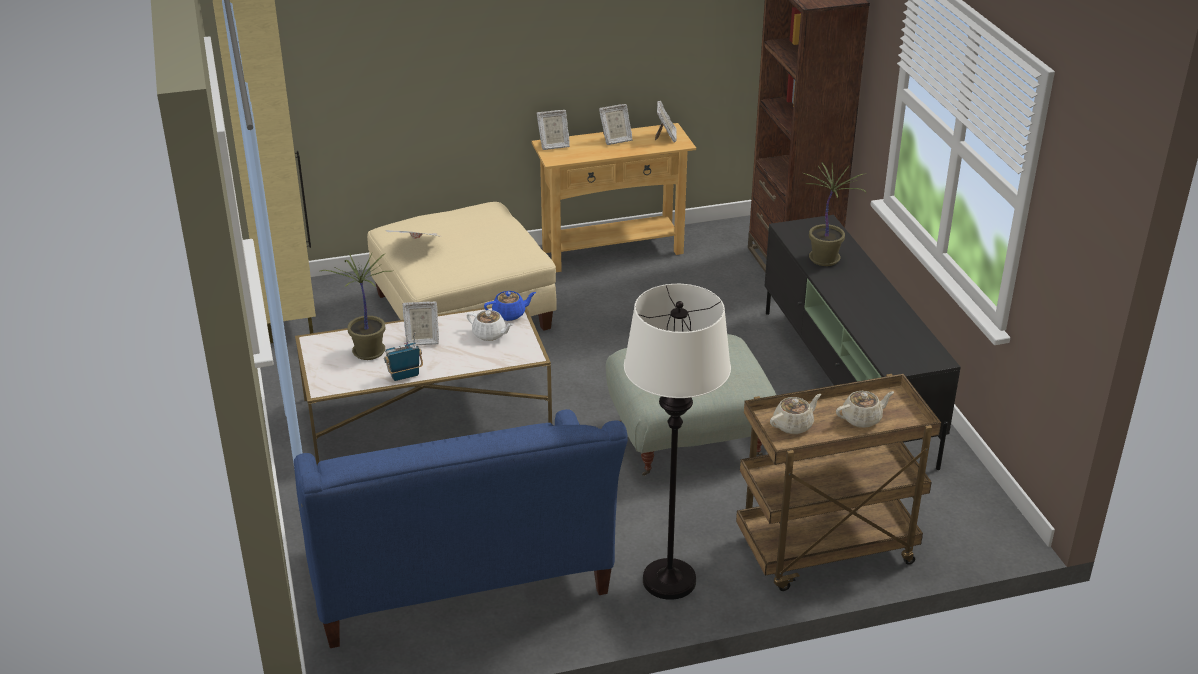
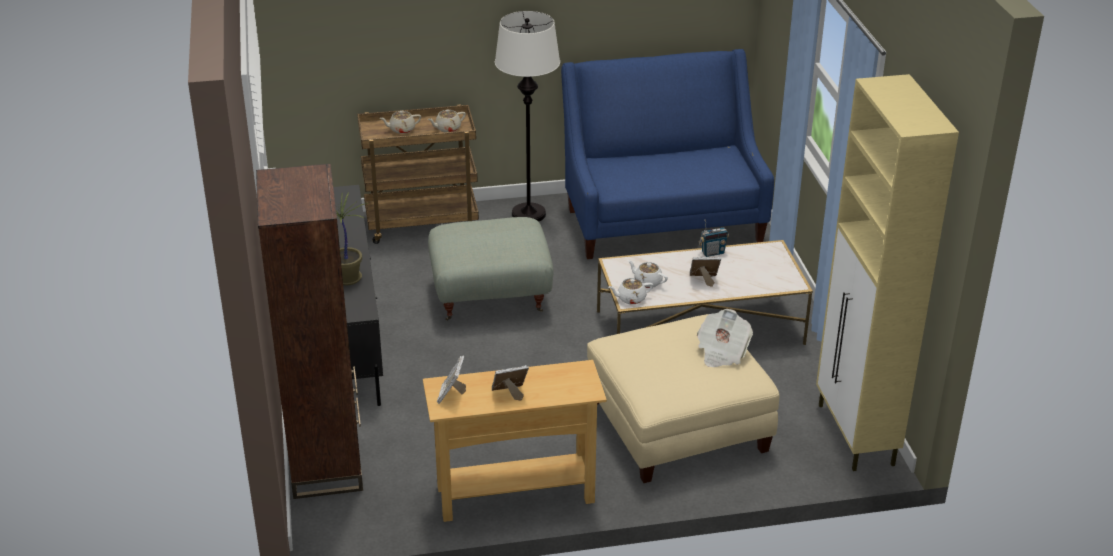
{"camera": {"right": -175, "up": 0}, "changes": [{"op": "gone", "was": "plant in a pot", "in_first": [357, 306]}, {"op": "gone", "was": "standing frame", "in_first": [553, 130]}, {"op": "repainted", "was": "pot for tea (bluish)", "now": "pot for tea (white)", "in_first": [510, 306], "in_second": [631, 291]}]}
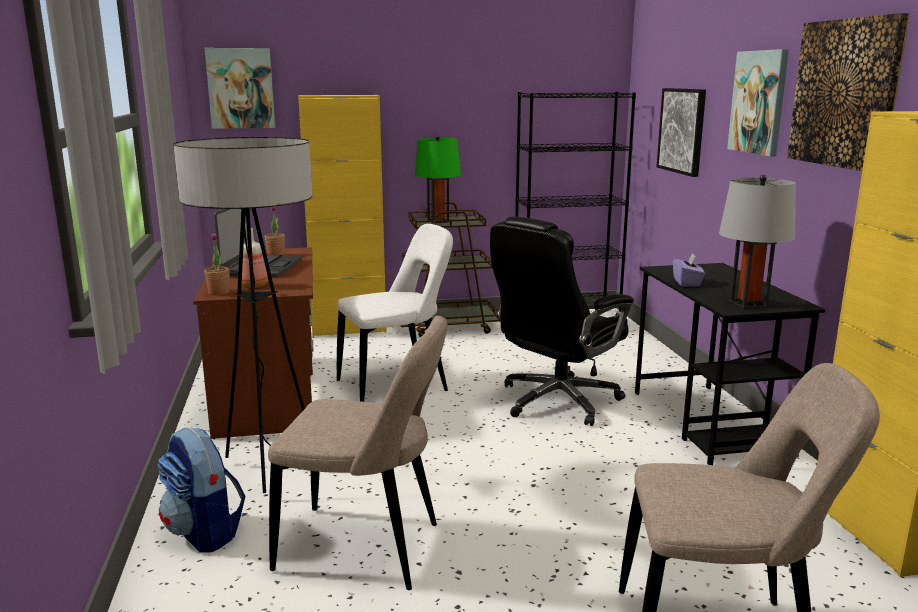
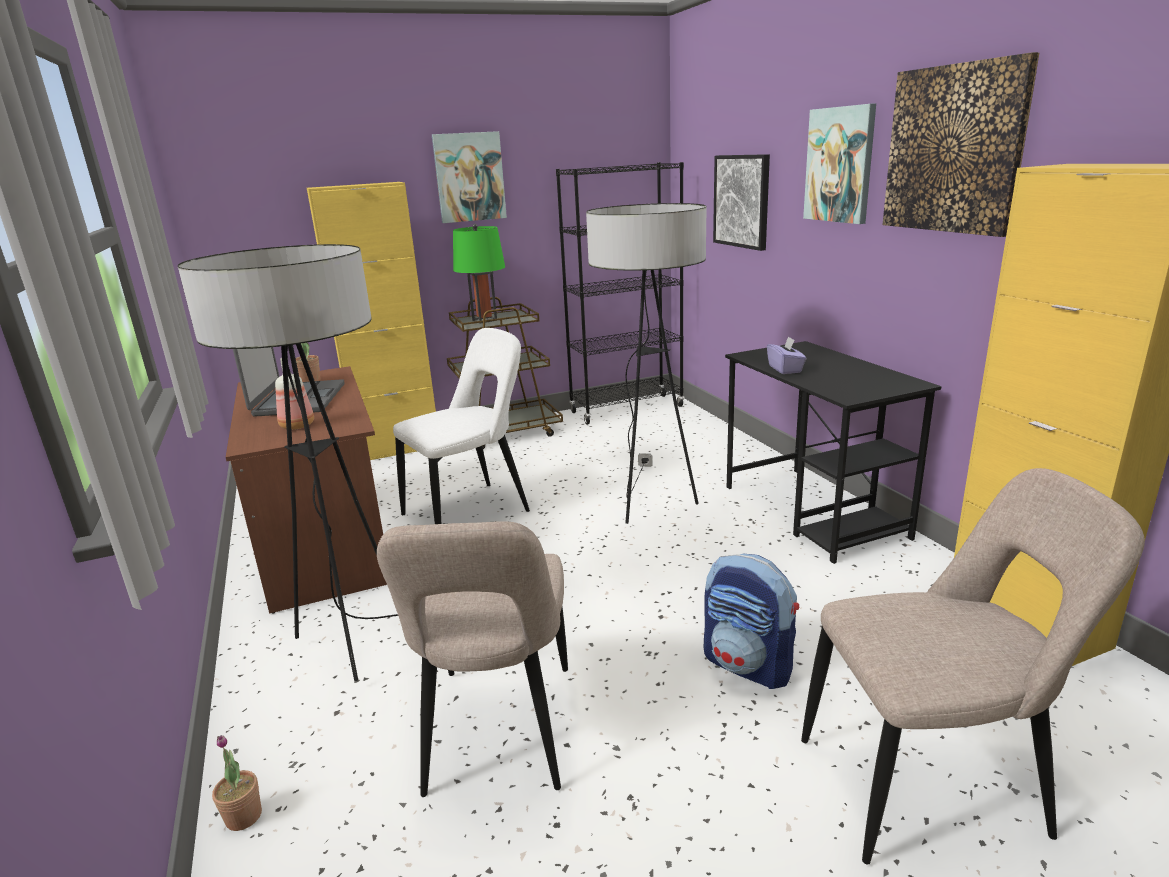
{"camera": {"right": -10, "up": 5}, "changes": [{"op": "gone", "was": "tabletop lamp (greyish)", "in_first": [757, 242]}, {"op": "shifted", "was": "backpack", "in_first": [201, 490], "in_second": [751, 621]}, {"op": "shifted", "was": "plant in a pot", "in_first": [217, 264], "in_second": [237, 783]}, {"op": "shifted", "was": "wall art", "in_first": [240, 88], "in_second": [469, 177]}, {"op": "swapped", "was": "office chair (black)", "now": "standing lamp", "in_first": [562, 321], "in_second": [646, 363]}, {"op": "rotated", "was": "plain chair (sand-coloured)", "in_first": [357, 453], "in_second": [472, 659], "clockwise": 90}]}
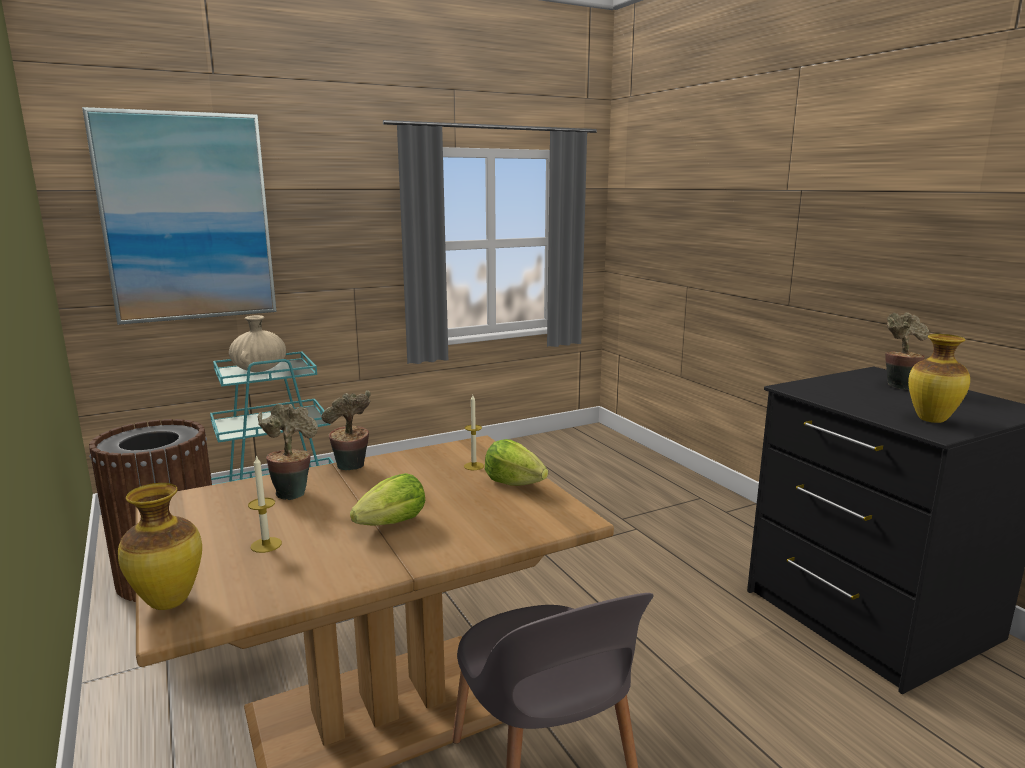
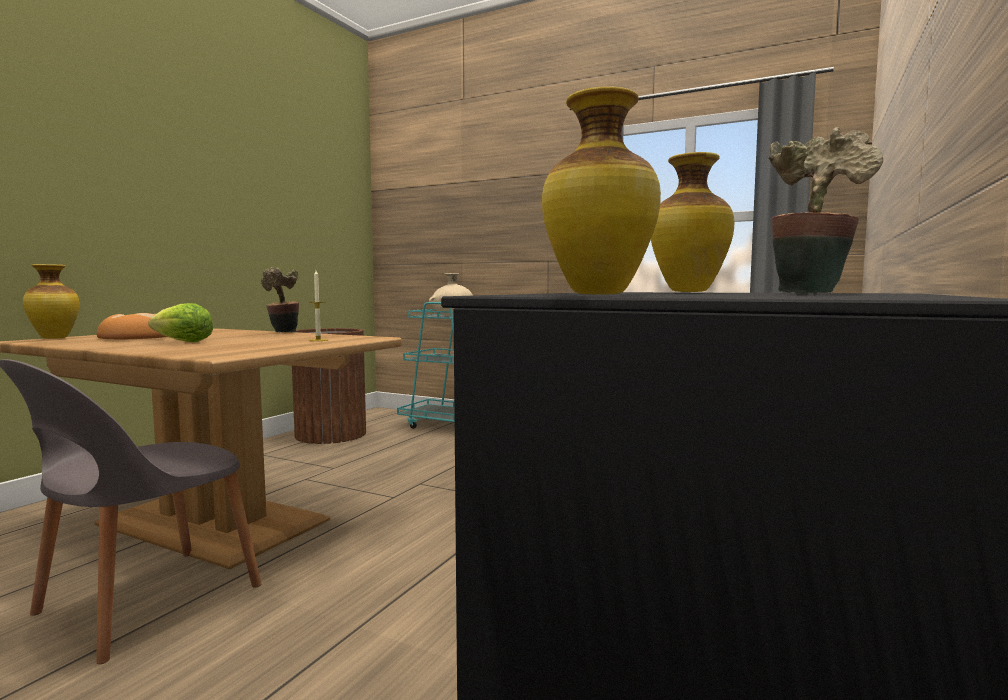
{"camera": {"right": 55, "up": -10}, "changes": [{"op": "gone", "was": "wall art", "in_first": [179, 216]}, {"op": "gone", "was": "plant in a pot", "in_first": [288, 452]}, {"op": "gone", "was": "lettuce", "in_first": [516, 462]}, {"op": "new", "now": "decorative vase", "in_second": [692, 222]}, {"op": "swapped", "was": "wax light", "now": "bread", "in_first": [265, 504], "in_second": [132, 326]}]}
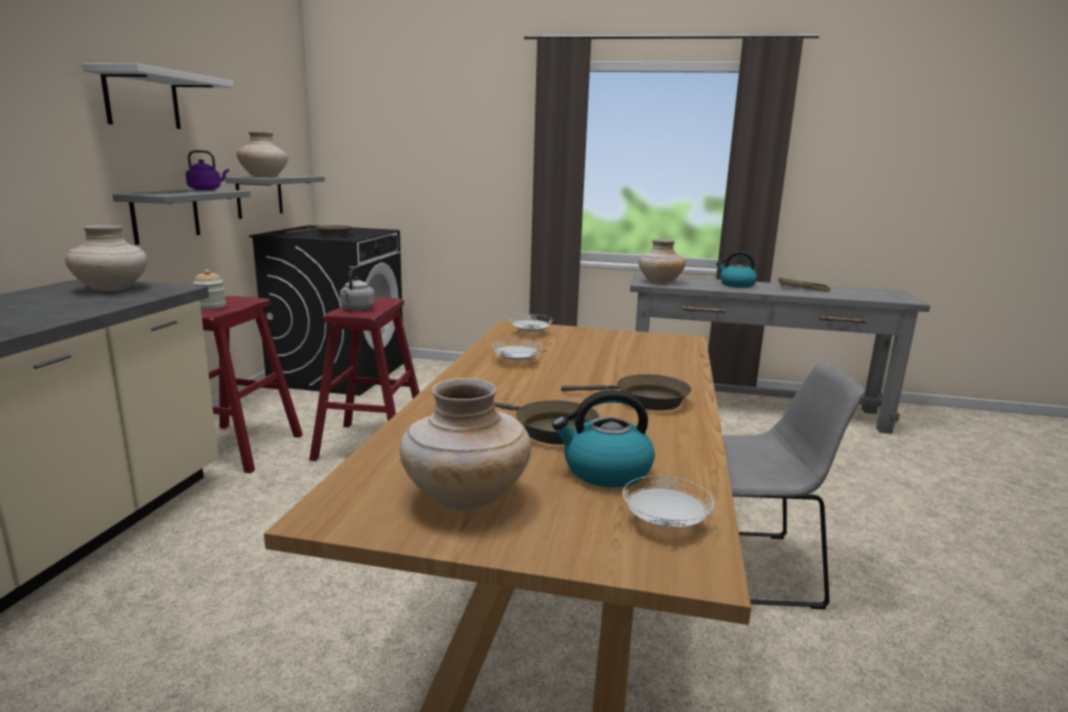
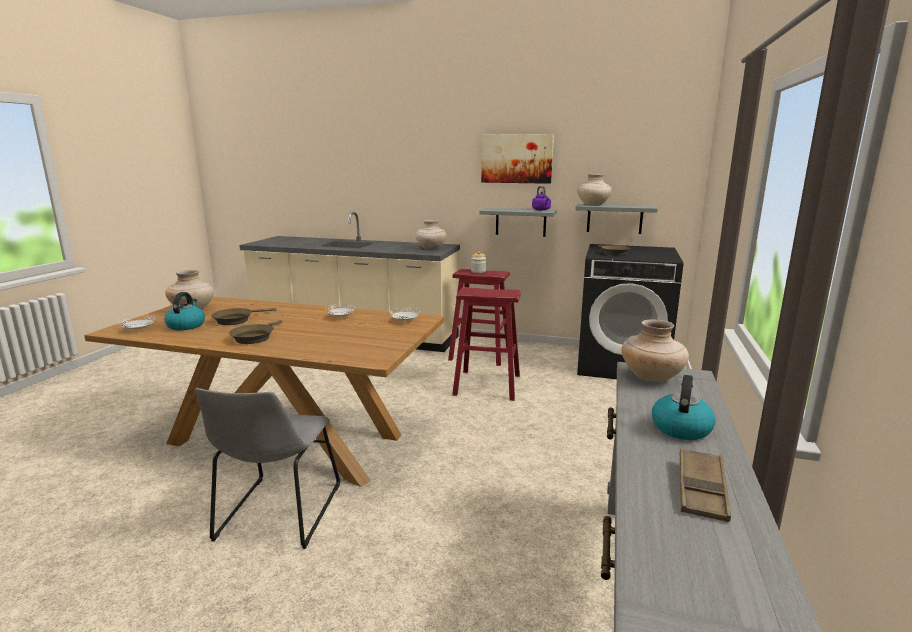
{"camera": {"right": 95, "up": 0}, "changes": [{"op": "gone", "was": "tea kettle (greyish)", "in_first": [357, 288]}, {"op": "swapped", "was": "wall shelf (white)", "now": "wall art", "in_first": [158, 96], "in_second": [517, 159]}]}
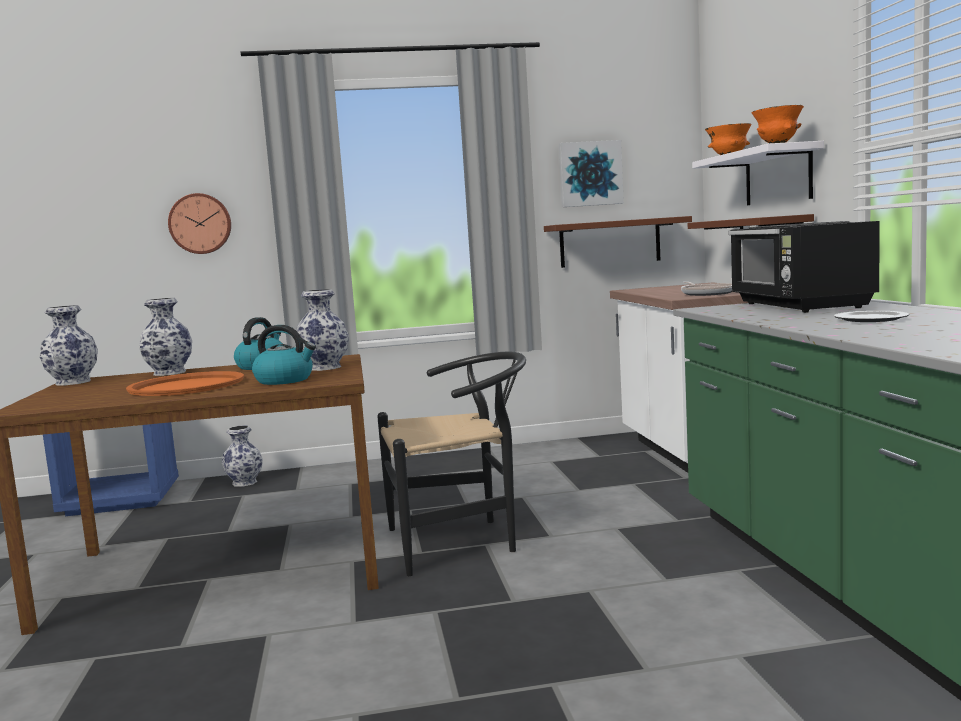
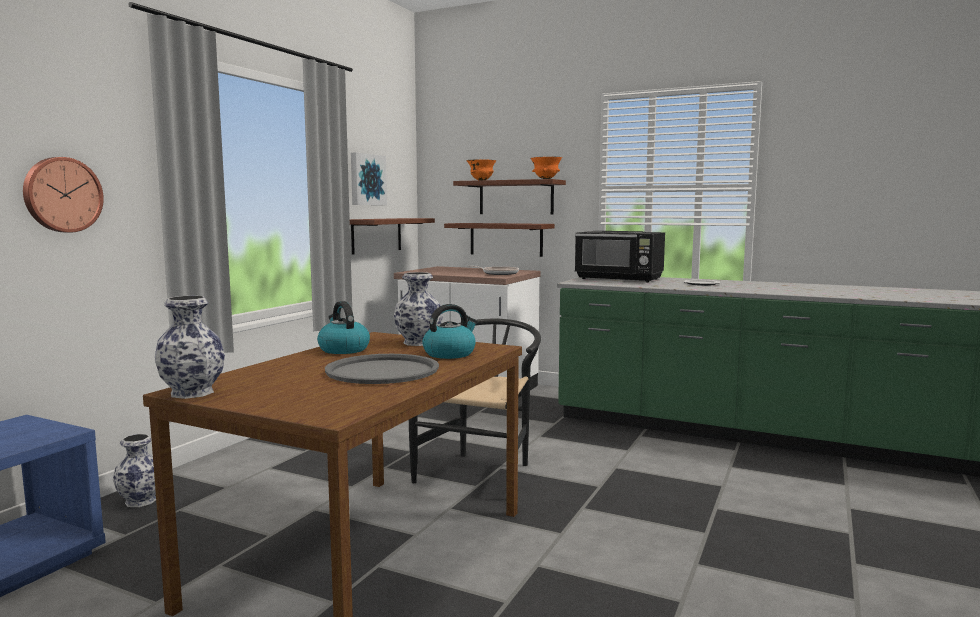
{"camera": {"right": -55, "up": 0}, "changes": [{"op": "gone", "was": "decorative vase", "in_first": [165, 337]}, {"op": "repainted", "was": "serving tray (orange)", "now": "serving tray (greyish)", "in_first": [185, 383], "in_second": [382, 369]}, {"op": "repainted", "was": "wall shelf (white)", "now": "wall shelf (brown-coloured)", "in_first": [758, 173], "in_second": [509, 196]}]}
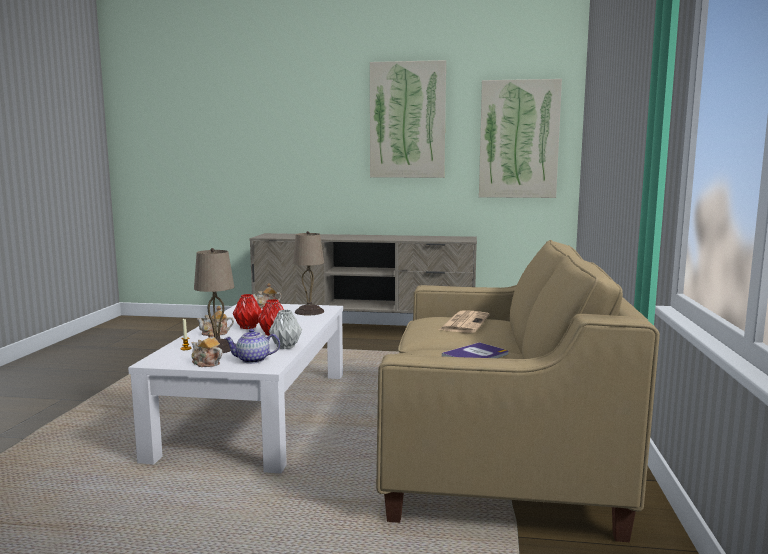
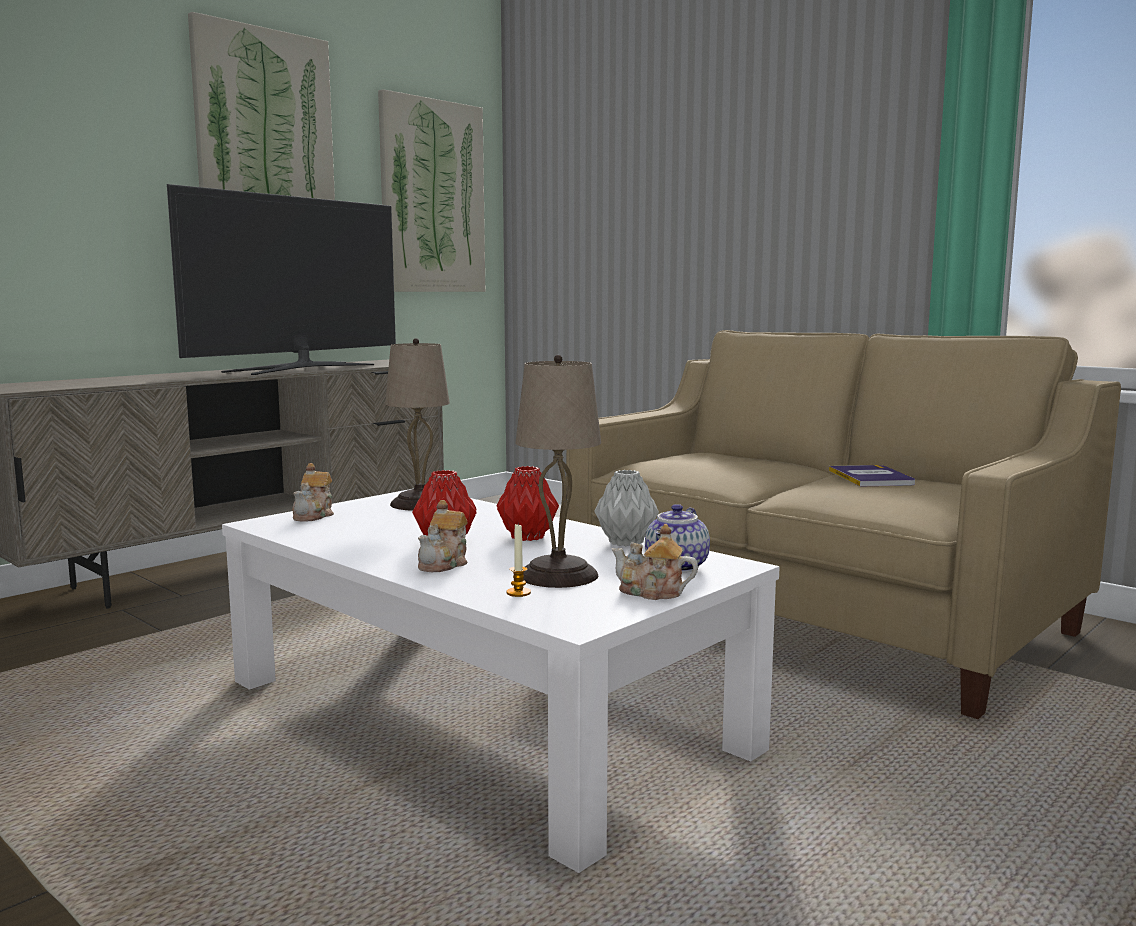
{"camera": {"right": -55, "up": 0}, "changes": [{"op": "gone", "was": "printed paper", "in_first": [464, 321]}, {"op": "new", "now": "TV", "in_second": [281, 279]}, {"op": "rotated", "was": "pot for tea", "in_first": [206, 349], "in_second": [655, 562], "clockwise": 45}]}
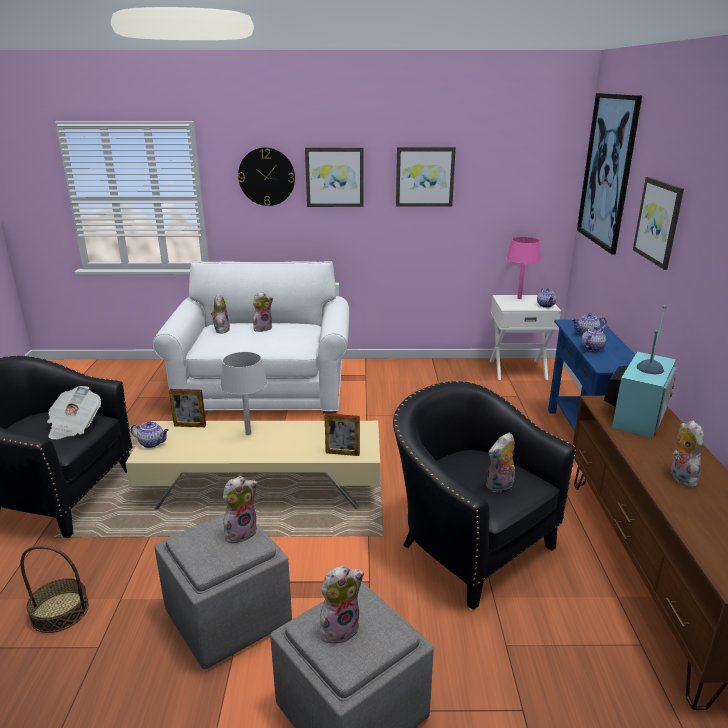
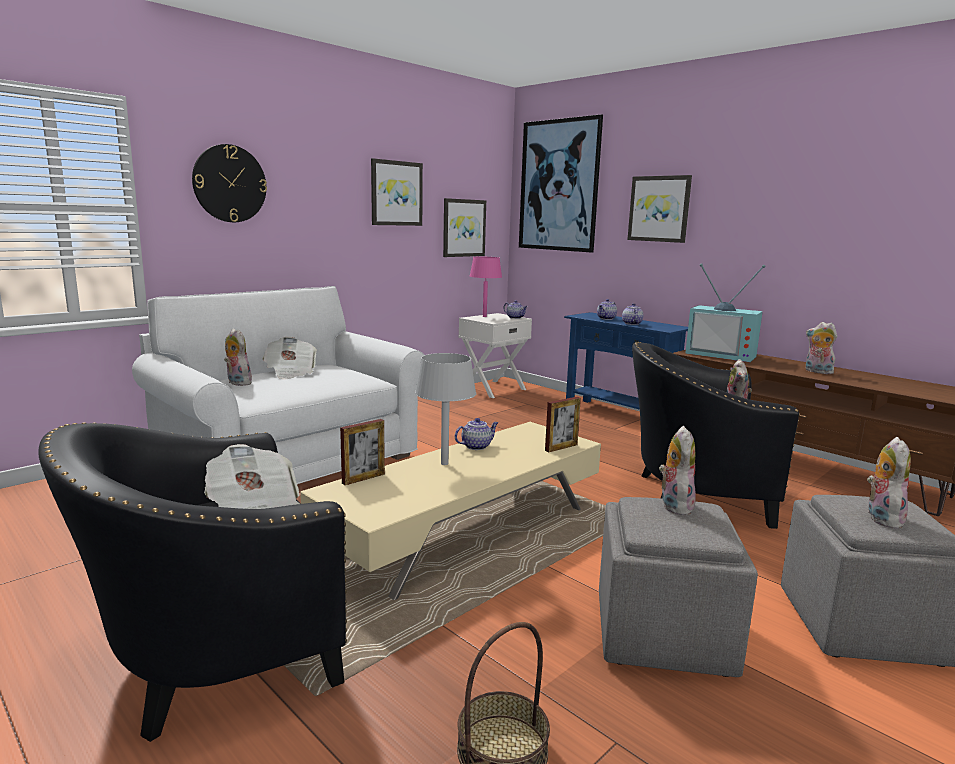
{"camera": {"right": -45, "up": -10}, "changes": [{"op": "shifted", "was": "pot for tea", "in_first": [150, 435], "in_second": [476, 434]}, {"op": "shifted", "was": "wall art", "in_first": [334, 177], "in_second": [464, 227]}, {"op": "swapped", "was": "cuddly toy", "now": "printed paper", "in_first": [263, 312], "in_second": [289, 358]}, {"op": "rotated", "was": "TV", "in_first": [640, 371], "in_second": [725, 312], "clockwise": 135}]}
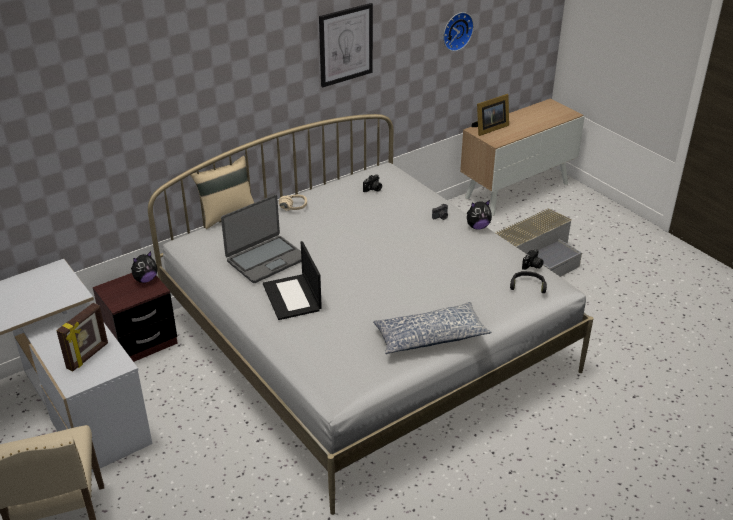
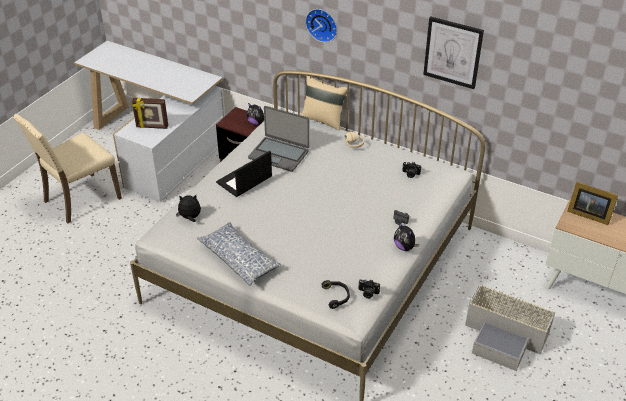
{"camera": {"right": 65, "up": 5}, "changes": [{"op": "new", "now": "cuddly toy", "in_second": [188, 208]}, {"op": "shifted", "was": "clock on the wall", "in_first": [458, 31], "in_second": [321, 26]}]}
